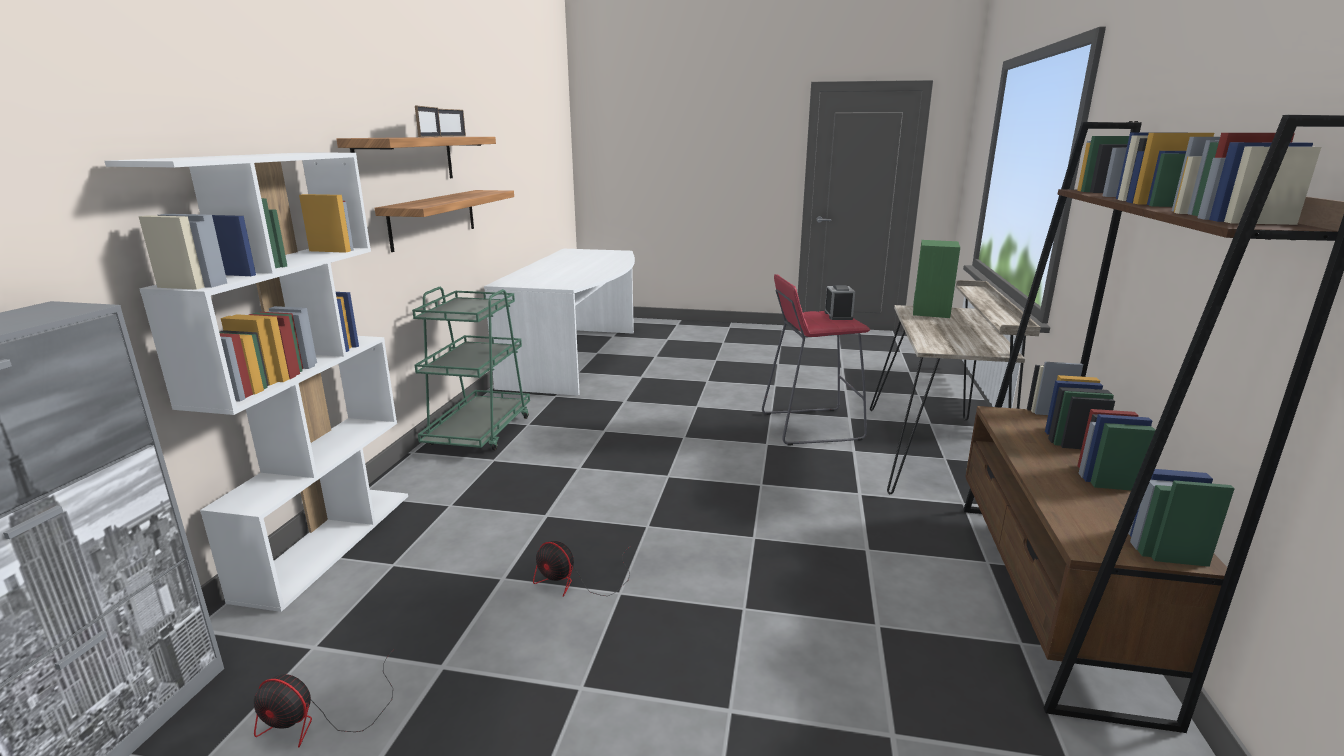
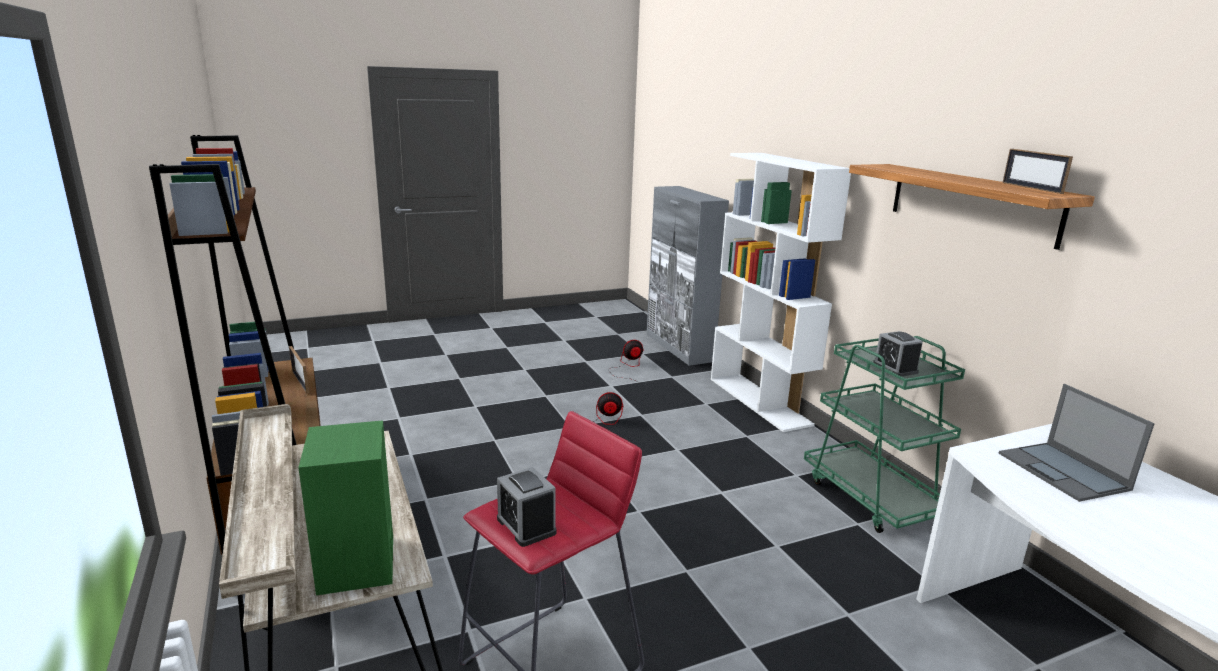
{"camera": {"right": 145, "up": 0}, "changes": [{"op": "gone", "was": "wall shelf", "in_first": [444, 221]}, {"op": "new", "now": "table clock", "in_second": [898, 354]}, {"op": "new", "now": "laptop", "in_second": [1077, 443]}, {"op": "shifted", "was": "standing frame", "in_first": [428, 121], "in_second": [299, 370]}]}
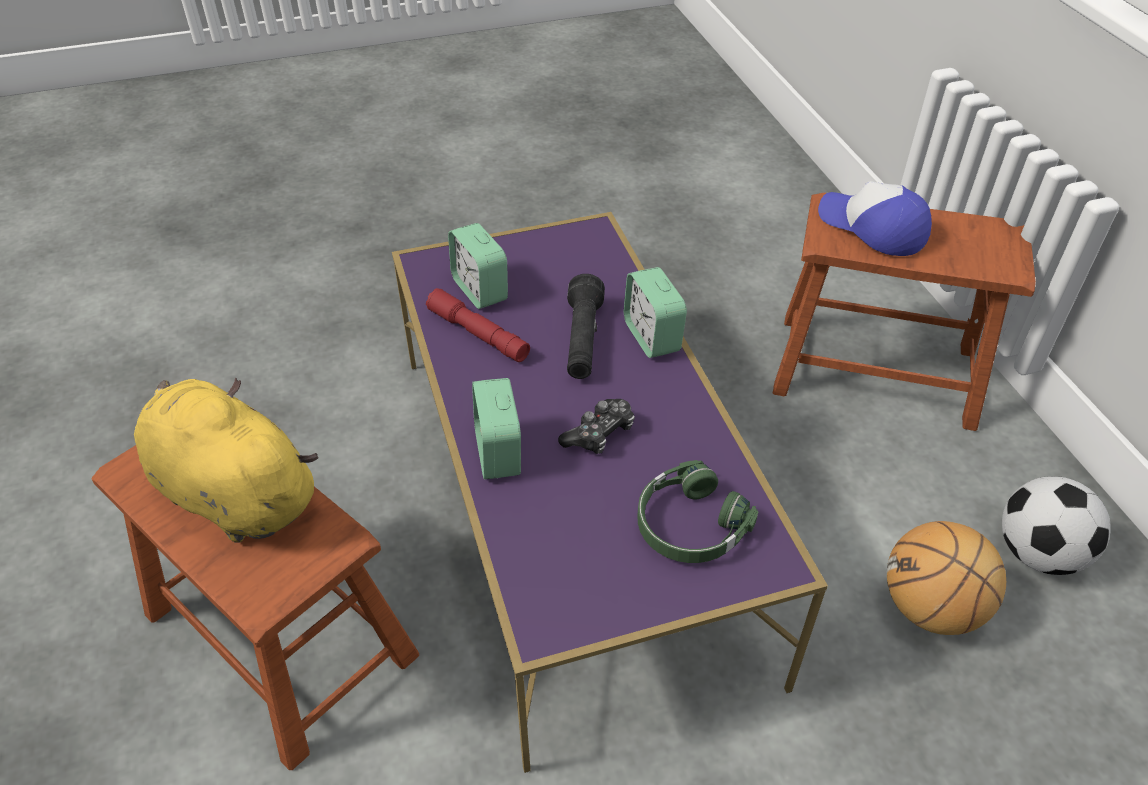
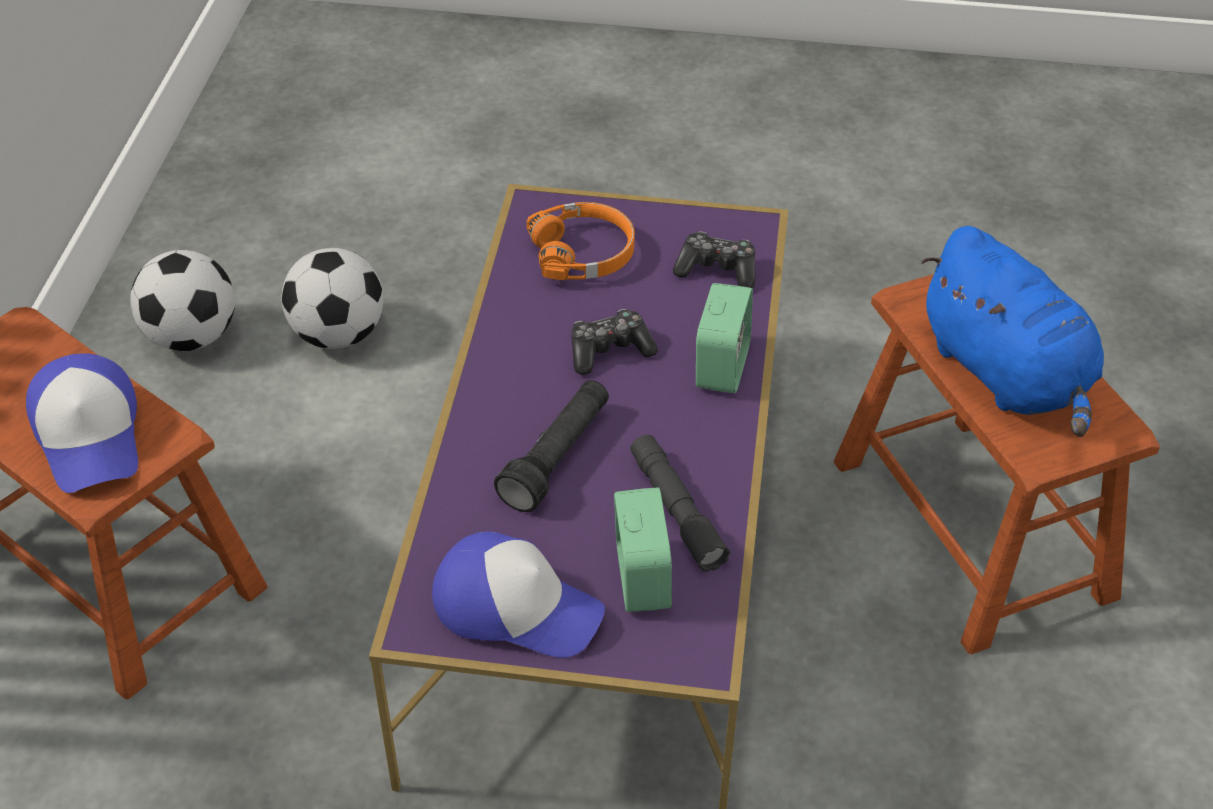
{"camera": {"right": -155, "up": 0}, "changes": [{"op": "gone", "was": "table clock", "in_first": [655, 312]}, {"op": "new", "now": "peaked cap", "in_second": [518, 594]}, {"op": "new", "now": "gamepad", "in_second": [714, 260]}, {"op": "swapped", "was": "basketball ball", "now": "football ball", "in_first": [946, 578], "in_second": [332, 298]}, {"op": "repainted", "was": "cuddly toy (yellowish)", "now": "cuddly toy (bluish)", "in_first": [226, 460], "in_second": [1012, 331]}, {"op": "repainted", "was": "hand torch (red)", "now": "hand torch (greyish)", "in_first": [478, 325], "in_second": [680, 503]}, {"op": "repainted", "was": "headset (greenish)", "now": "headset (orange)", "in_first": [697, 511], "in_second": [581, 241]}]}
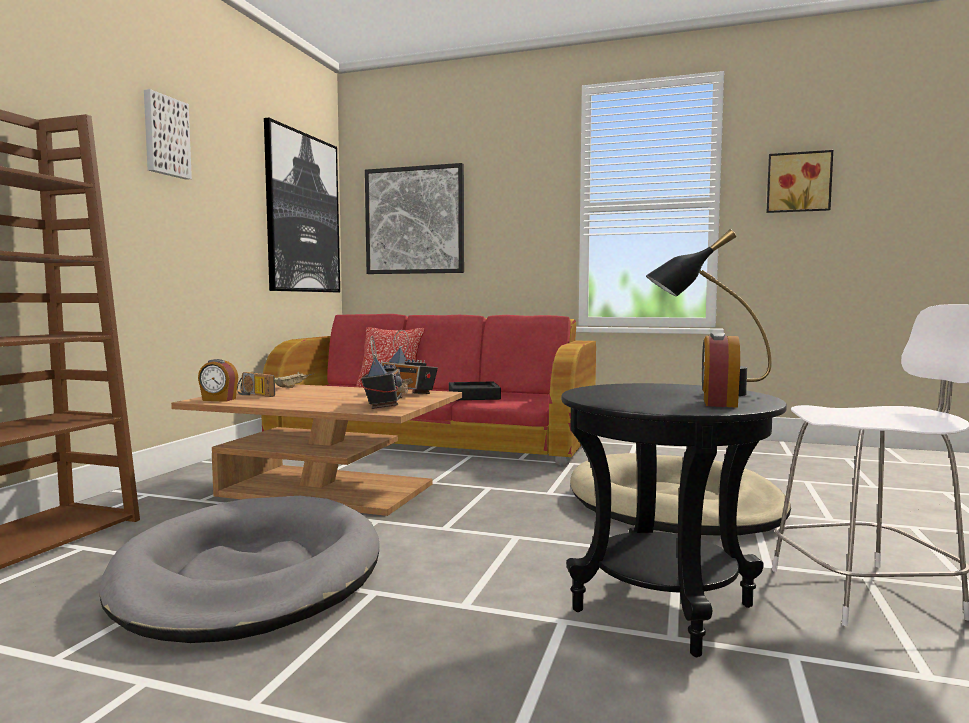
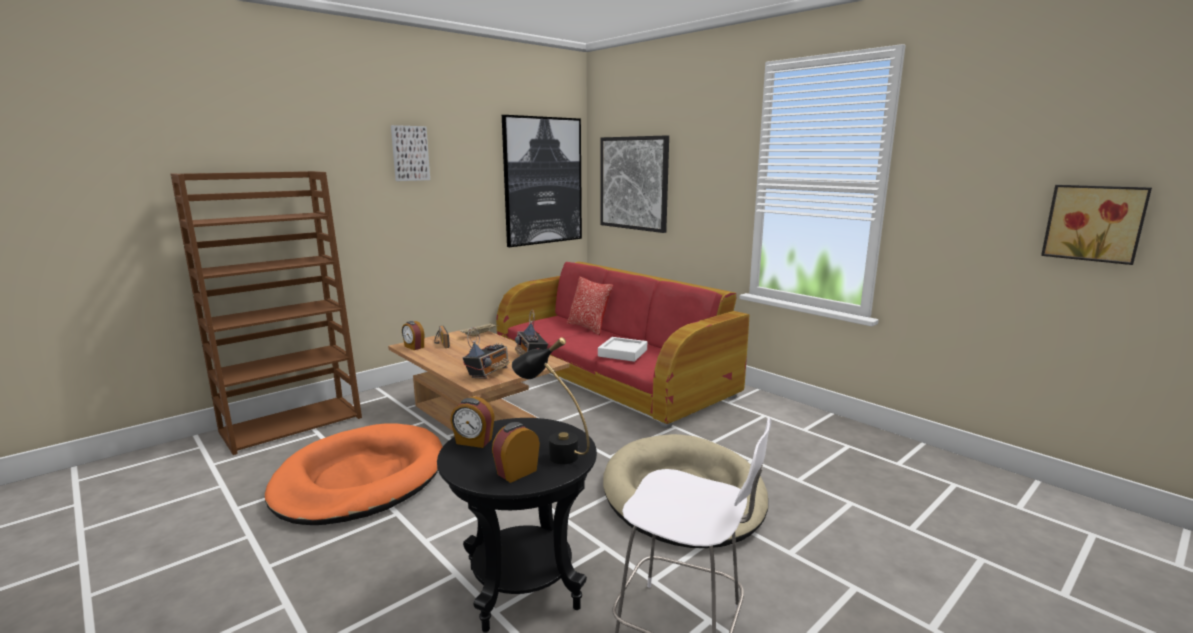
{"camera": {"right": 30, "up": 10}, "changes": [{"op": "new", "now": "table clock", "in_second": [472, 422]}, {"op": "shifted", "was": "wall art", "in_first": [799, 181], "in_second": [1096, 225]}, {"op": "repainted", "was": "dog bed (greyish)", "now": "dog bed (orange)", "in_first": [239, 569], "in_second": [354, 474]}, {"op": "repainted", "was": "serving tray (black)", "now": "serving tray (white)", "in_first": [475, 391], "in_second": [622, 349]}]}
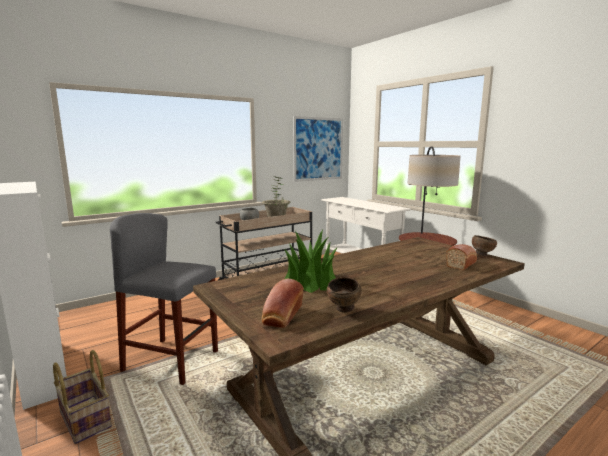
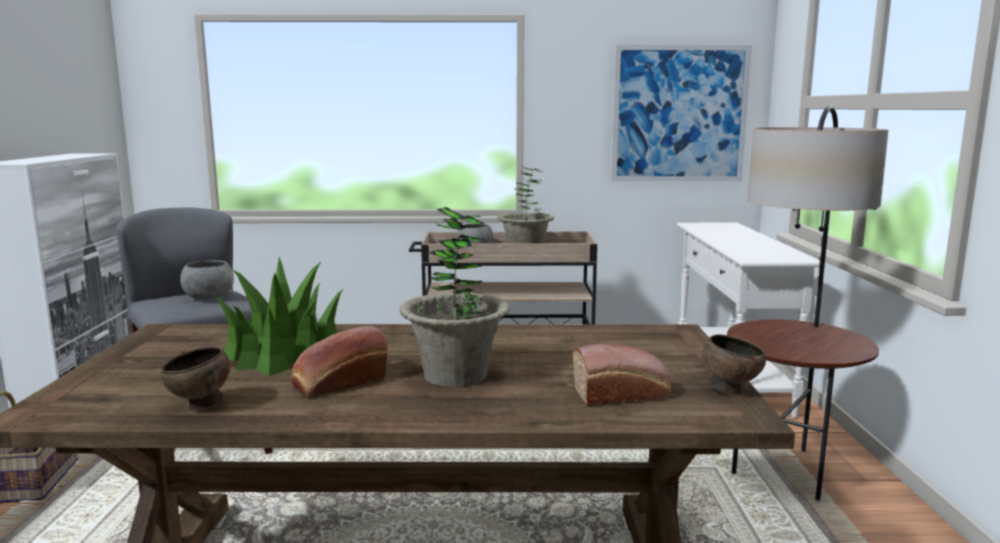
{"camera": {"right": 35, "up": 0}, "changes": [{"op": "new", "now": "bowl (greyish)", "in_second": [207, 279]}, {"op": "new", "now": "plant in a pot", "in_second": [455, 297]}, {"op": "shifted", "was": "bread", "in_first": [283, 303], "in_second": [339, 361]}]}
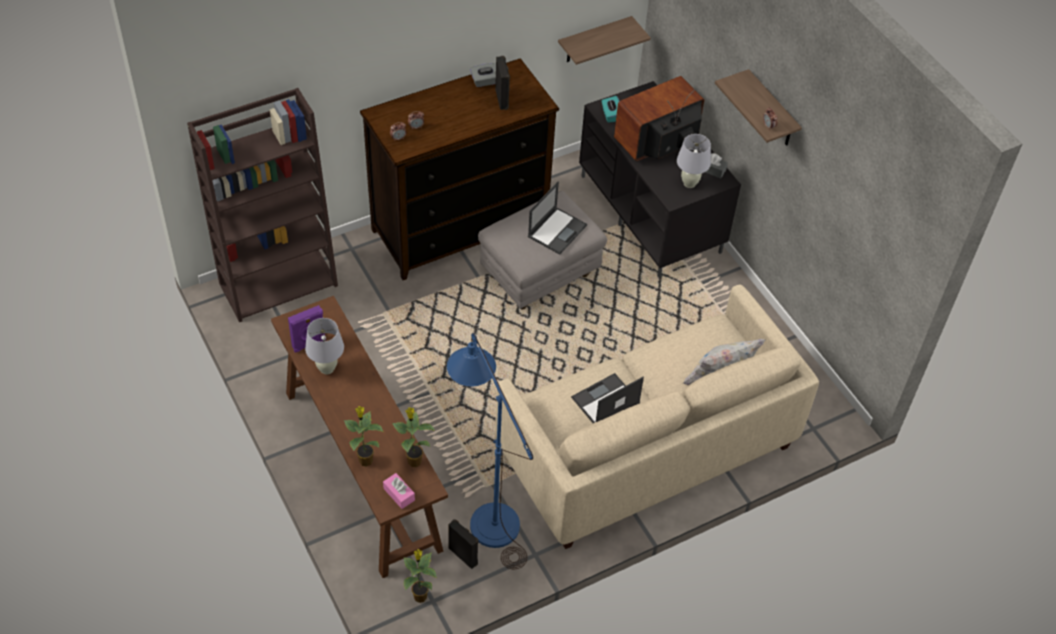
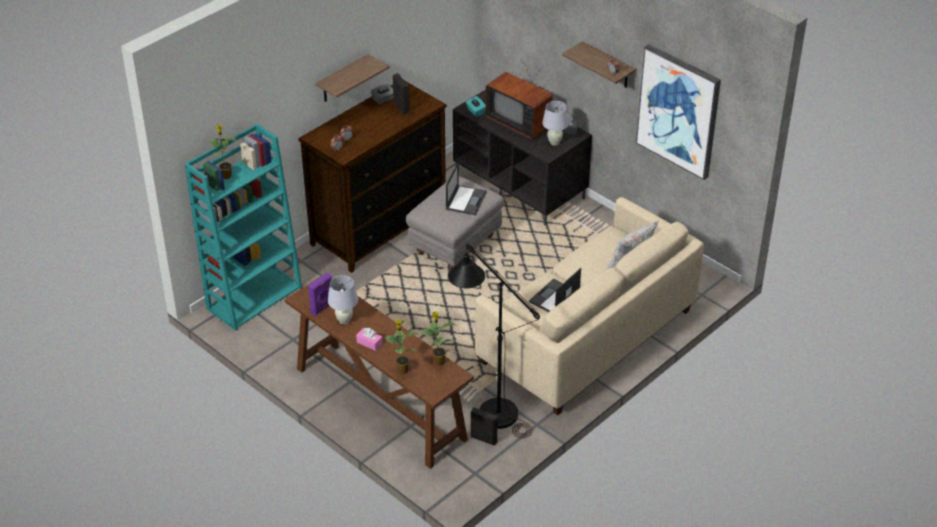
{"camera": {"right": -15, "up": -10}, "changes": [{"op": "new", "now": "wall art", "in_second": [678, 112]}, {"op": "shifted", "was": "tissue box (pink)", "in_first": [399, 491], "in_second": [369, 339]}, {"op": "shifted", "was": "plant in a pot", "in_first": [420, 576], "in_second": [222, 151]}, {"op": "shifted", "was": "wall shelf", "in_first": [604, 40], "in_second": [352, 78]}, {"op": "repainted", "was": "bookcase (brown-coloured)", "now": "bookcase (turquoise-coloured)", "in_first": [262, 205], "in_second": [243, 227]}, {"op": "repainted", "was": "standing lamp (bluish)", "now": "standing lamp (black)", "in_first": [490, 451], "in_second": [494, 341]}, {"op": "rotated", "was": "TV", "in_first": [659, 118], "in_second": [519, 99], "clockwise": -90}]}
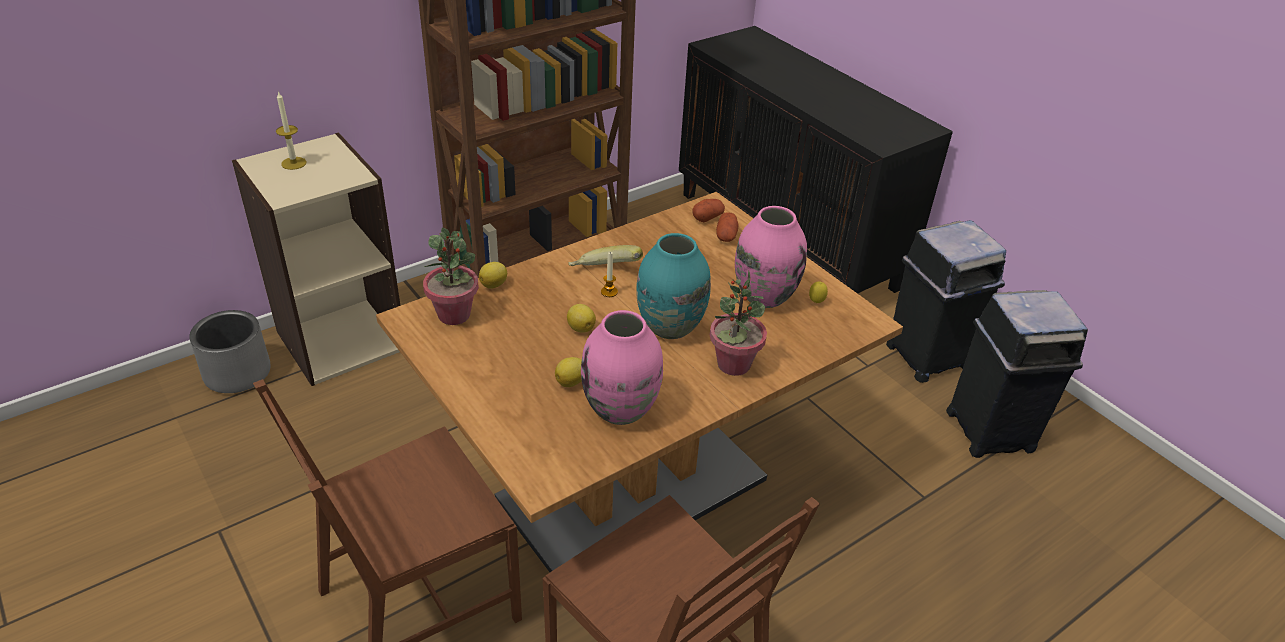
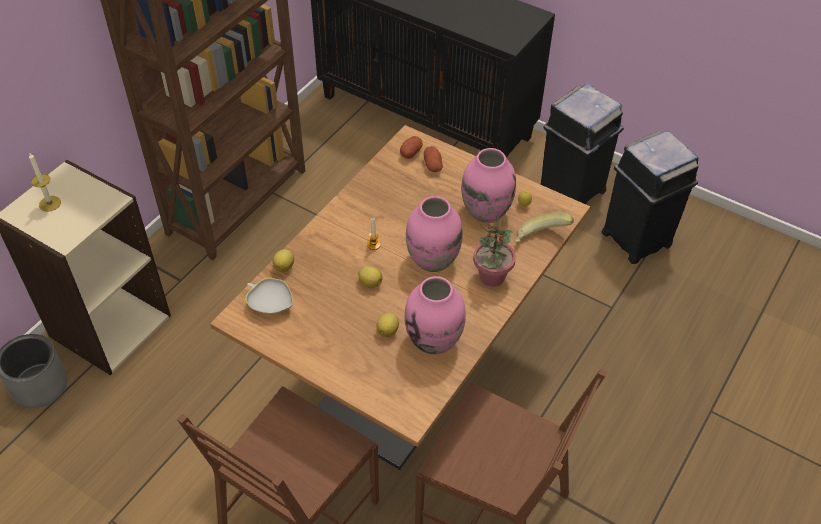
{"camera": {"right": -20, "up": 10}, "changes": [{"op": "shifted", "was": "whole banana", "in_first": [606, 255], "in_second": [544, 227]}, {"op": "swapped", "was": "plant in a pot", "now": "bowl (white)", "in_first": [451, 276], "in_second": [269, 296]}, {"op": "repainted", "was": "decorative vase (turquoise-coloured)", "now": "decorative vase (pink)", "in_first": [673, 286], "in_second": [434, 234]}]}
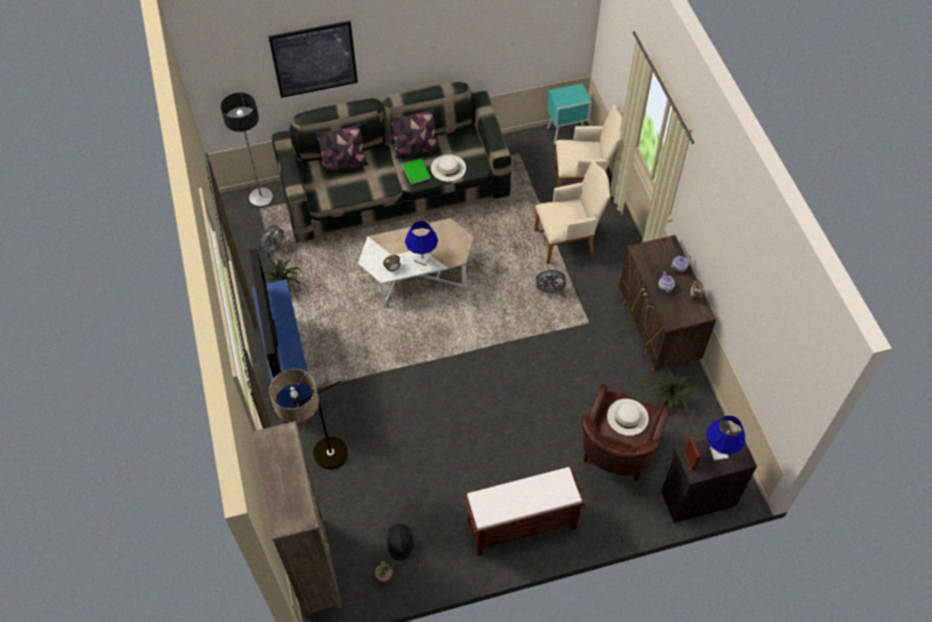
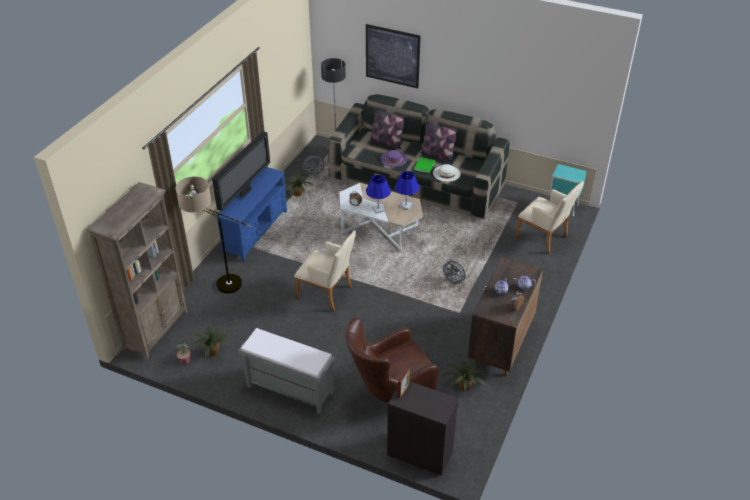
{"camera": {"right": 40, "up": -15}, "changes": [{"op": "gone", "was": "wearable hat (white)", "in_first": [628, 417]}, {"op": "new", "now": "wearable hat (purple)", "in_second": [394, 158]}, {"op": "shifted", "was": "lounge chair (sand-coloured)", "in_first": [572, 212], "in_second": [325, 270]}, {"op": "shifted", "was": "tabletop lamp (bluish)", "in_first": [726, 438], "in_second": [407, 190]}, {"op": "swapped", "was": "wearable hat (black)", "now": "plant in a pot", "in_first": [399, 542], "in_second": [210, 343]}, {"op": "repainted", "was": "long seat (brown-coloured)", "now": "long seat (greyish)", "in_first": [524, 511], "in_second": [286, 371]}]}
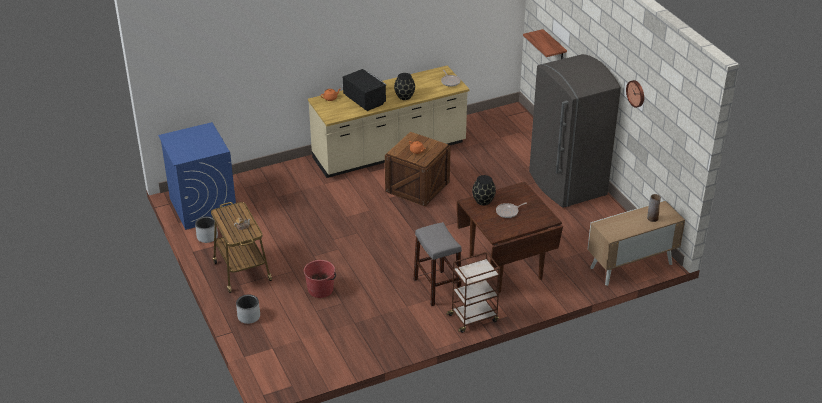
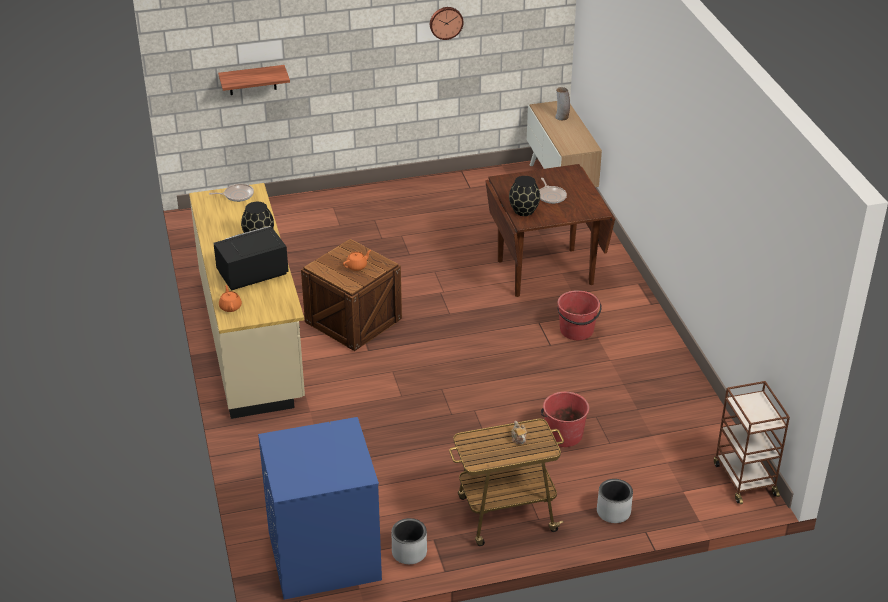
{"camera": {"right": -80, "up": 0}, "changes": [{"op": "gone", "was": "refrigerator (greyish)", "in_first": [575, 131]}, {"op": "shifted", "was": "cart (brown-coloured)", "in_first": [473, 292], "in_second": [752, 442]}, {"op": "swapped", "was": "sitting stool (greyish)", "now": "water bucket (red)", "in_first": [438, 264], "in_second": [579, 315]}]}
